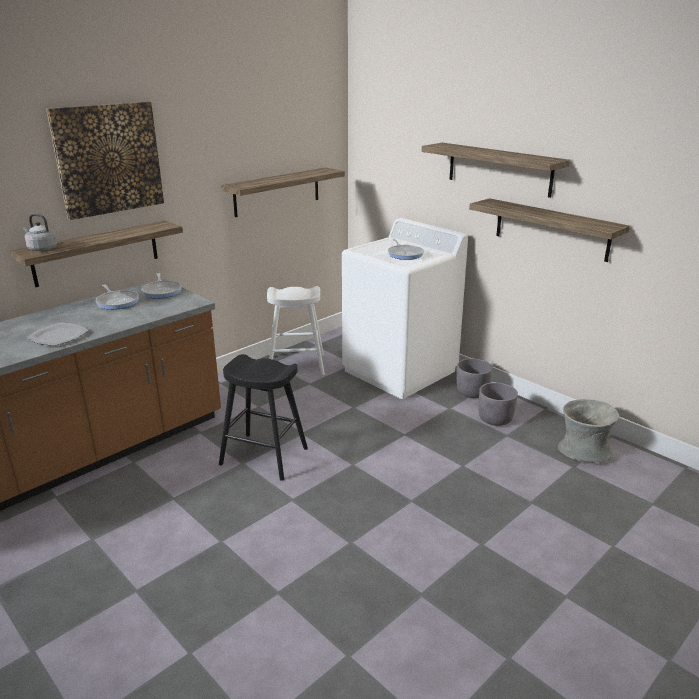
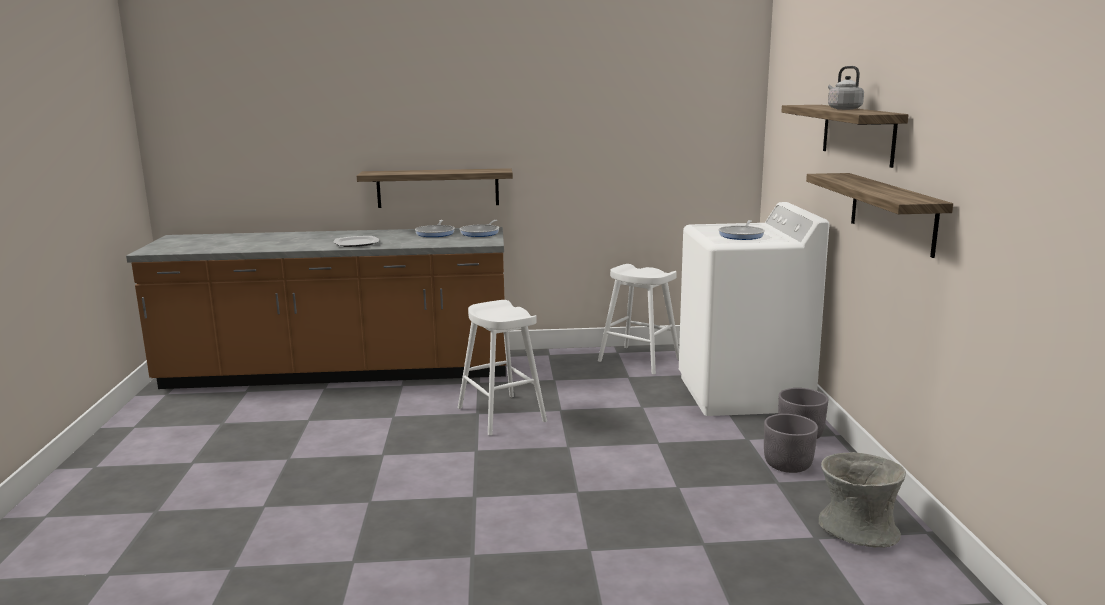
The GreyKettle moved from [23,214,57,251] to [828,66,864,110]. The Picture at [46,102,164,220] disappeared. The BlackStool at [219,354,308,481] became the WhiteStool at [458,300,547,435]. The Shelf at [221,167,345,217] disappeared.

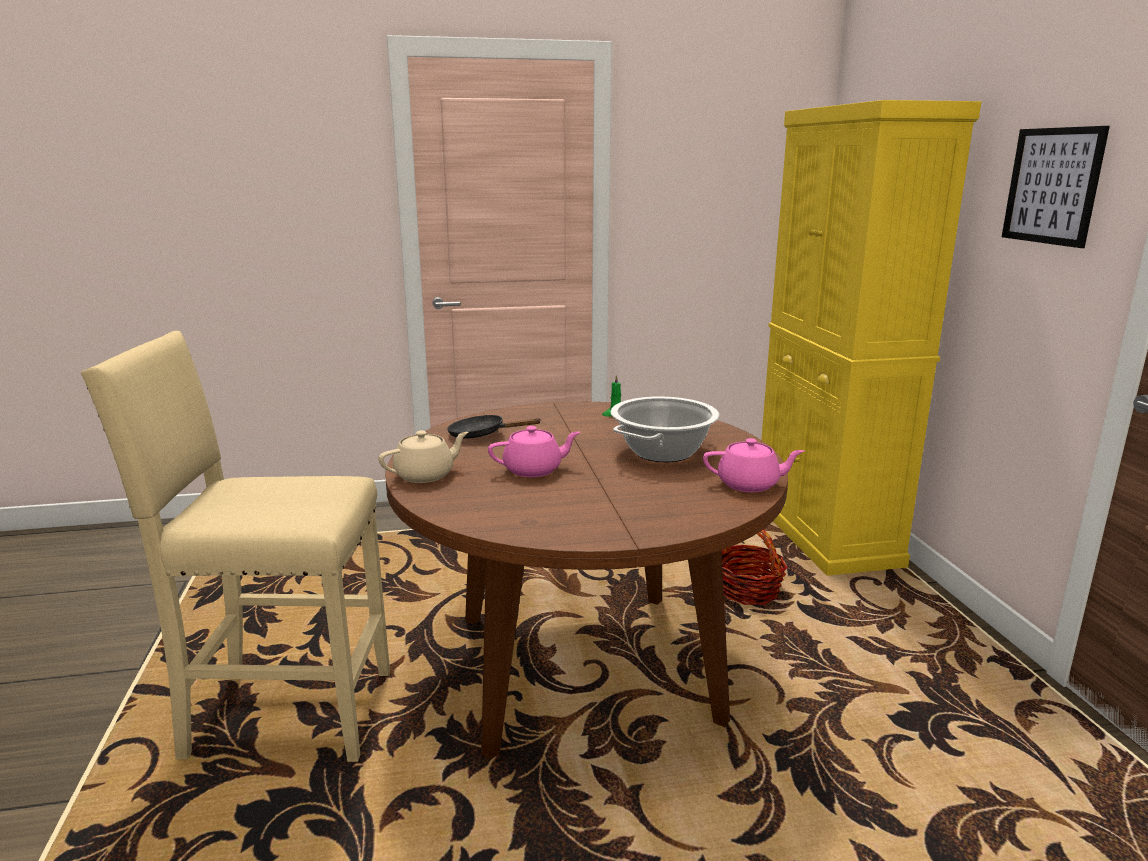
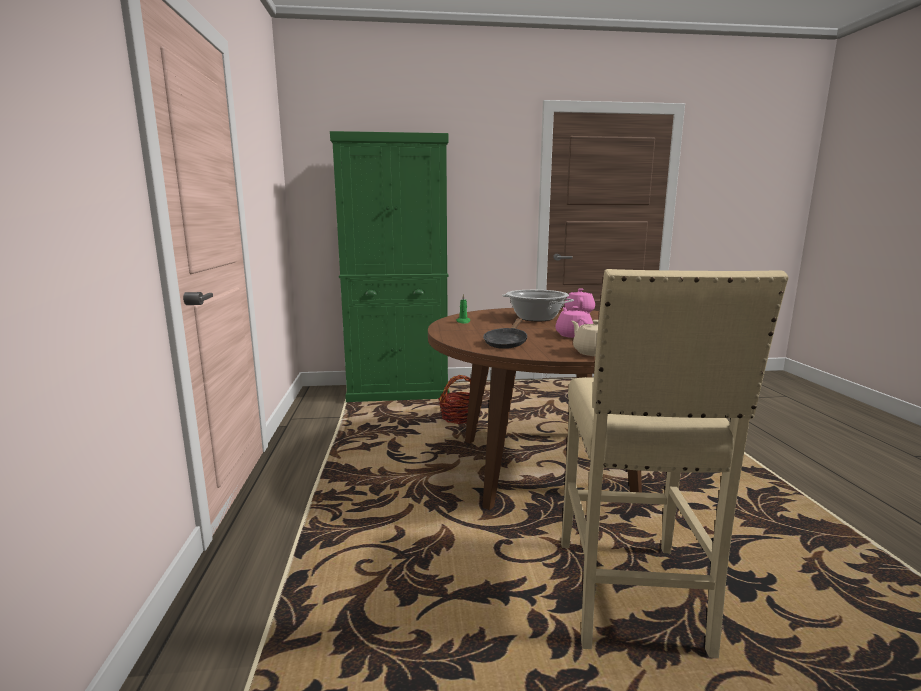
The YellowCabinet at [761,100,981,576] became the GreenCabinet at [330,131,449,402]. The Picture at [1002,126,1110,248] disappeared.

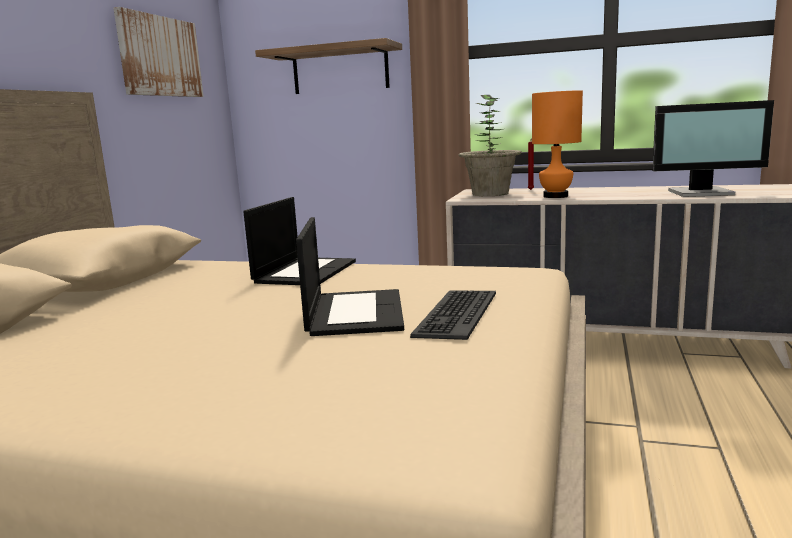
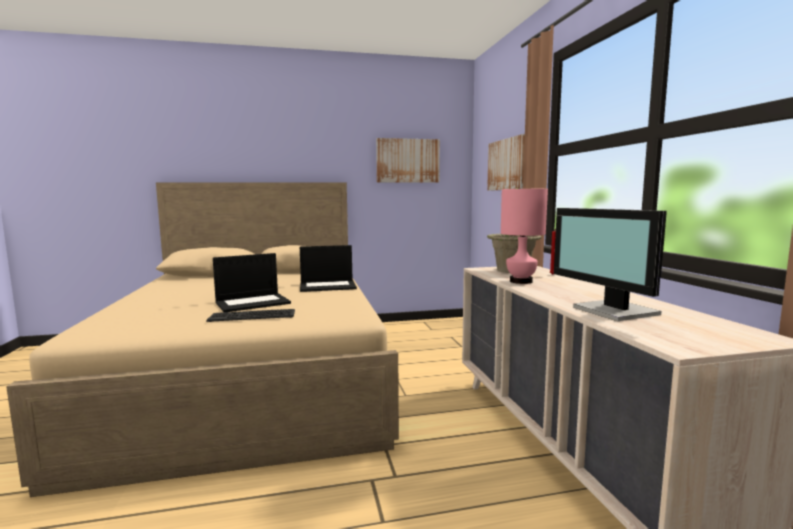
The Shelf at [255,38,402,94] was replaced by the Picture at [487,134,525,191]. The OrangeTableLamp at [532,90,583,198] became the PinkTableLamp at [501,189,548,284].

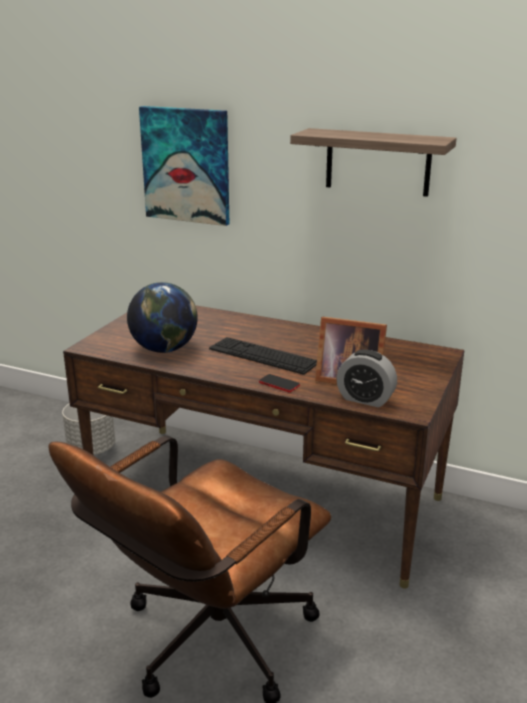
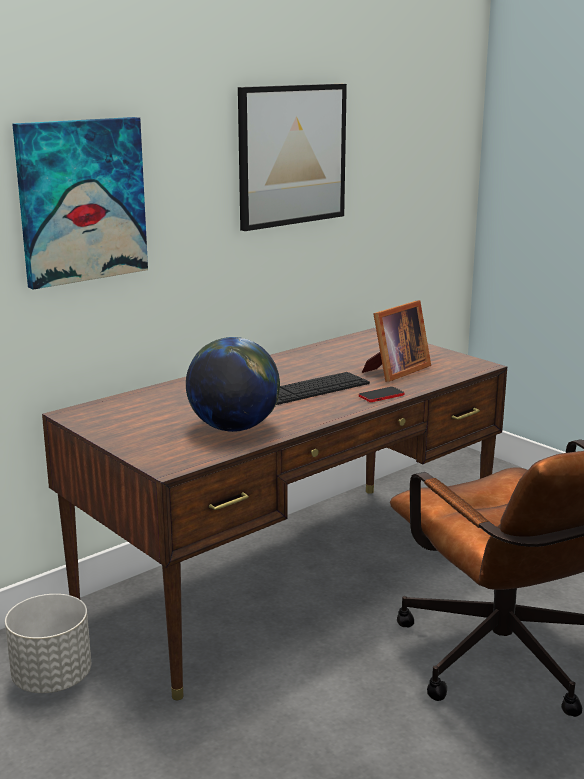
The Shelf at [290,128,457,197] was replaced by the Picture at [238,84,347,231]. The AlarmClock at [336,350,397,407] disappeared.

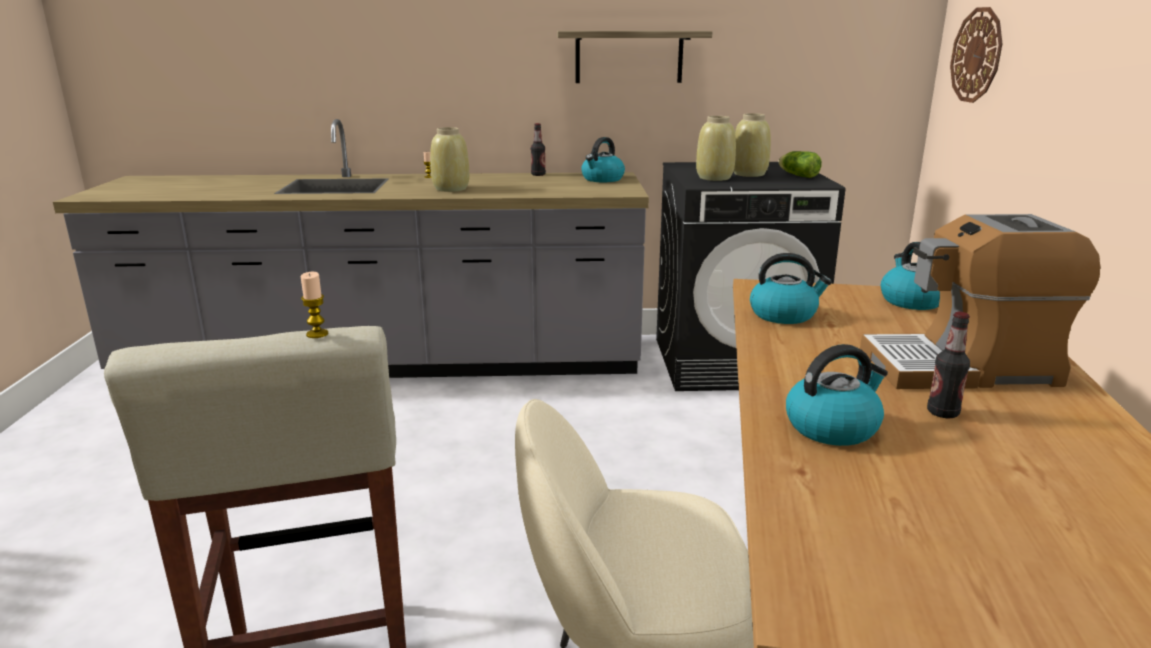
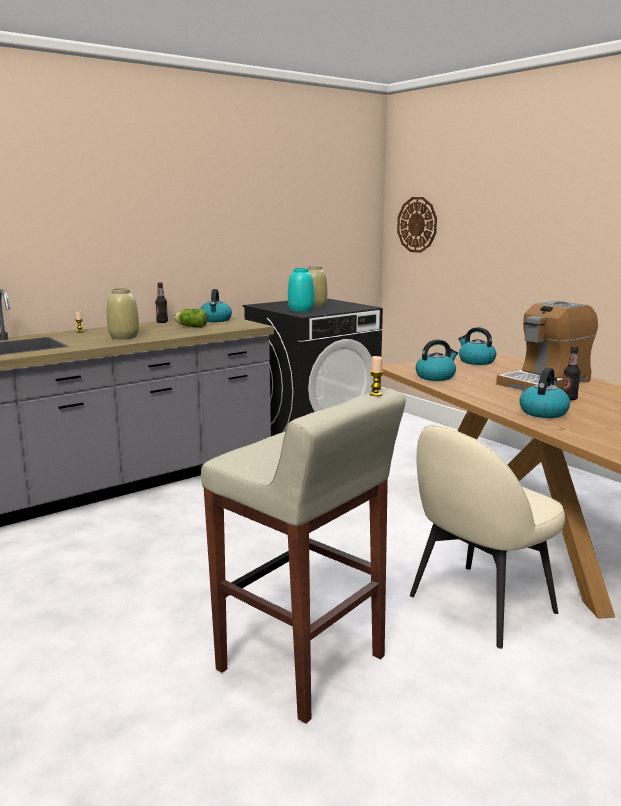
The Shelf at [557,31,712,83] disappeared. The BeigeVase at [696,116,736,181] became the TurquoiseVase at [288,268,314,312]. The Lettuce moved from [778,151,822,178] to [174,309,207,328].

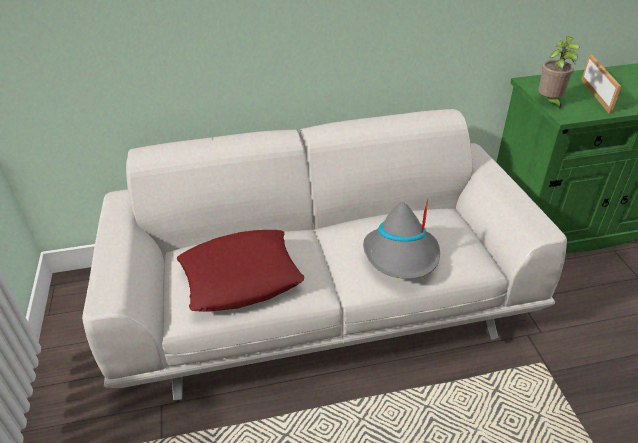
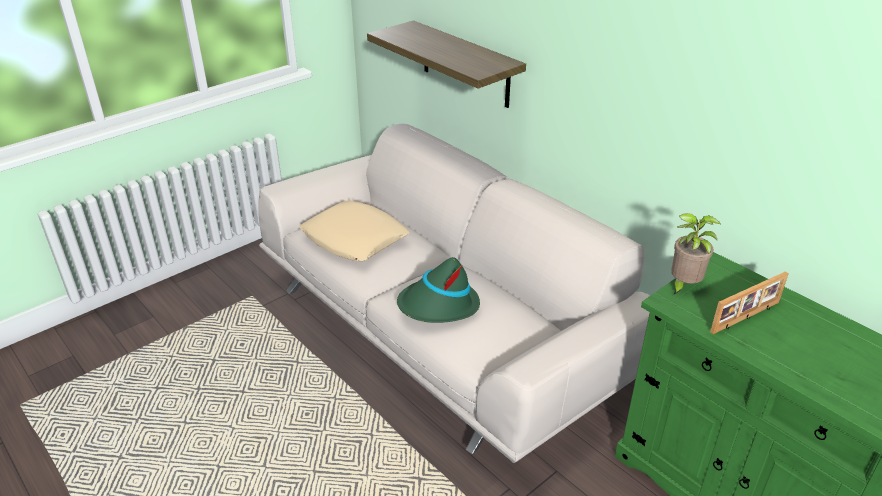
The RedPillow at [177,230,304,312] became the BeigePillow at [299,201,410,261]. The GreyHat at [363,199,440,279] became the GreenHat at [397,257,480,323]. The Shelf at [367,20,526,108] appeared.

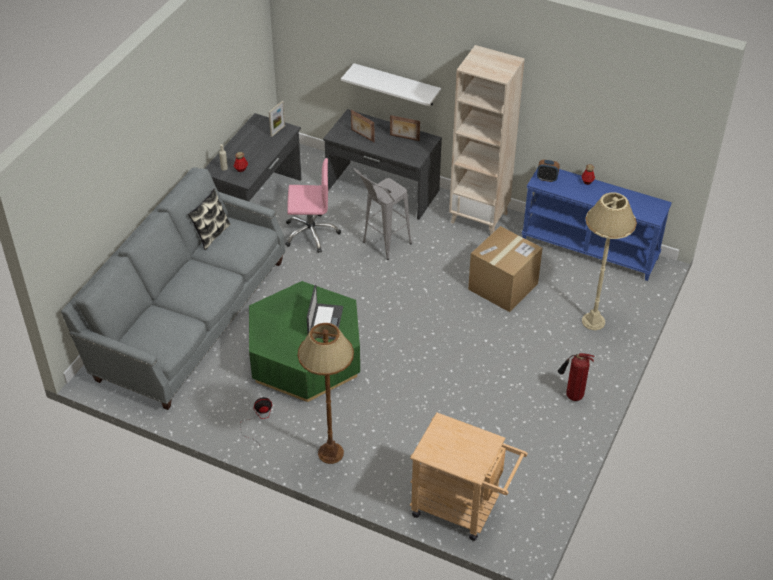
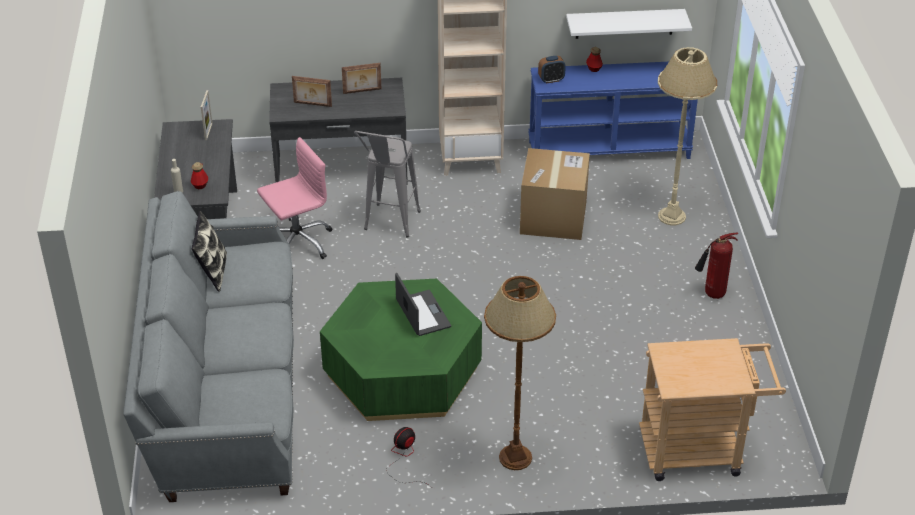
The WhiteShelf moved from [341,63,441,106] to [566,9,692,39].

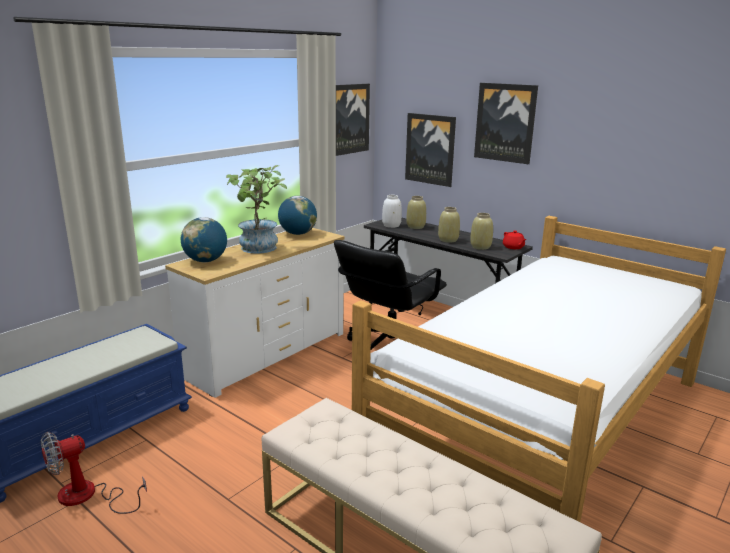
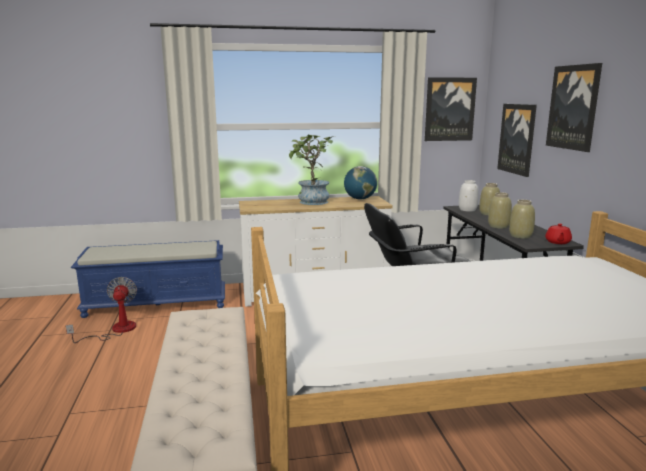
The Fan at [41,432,147,514] turned 75 degrees clockwise. The Globe at [181,217,227,262] disappeared.

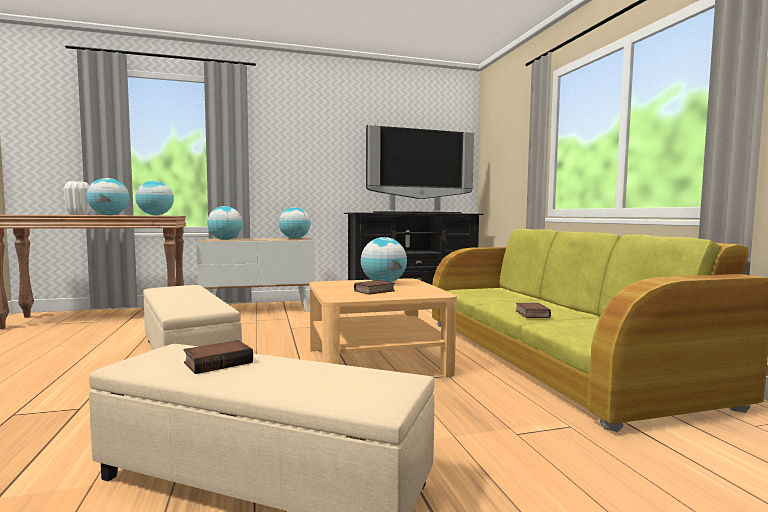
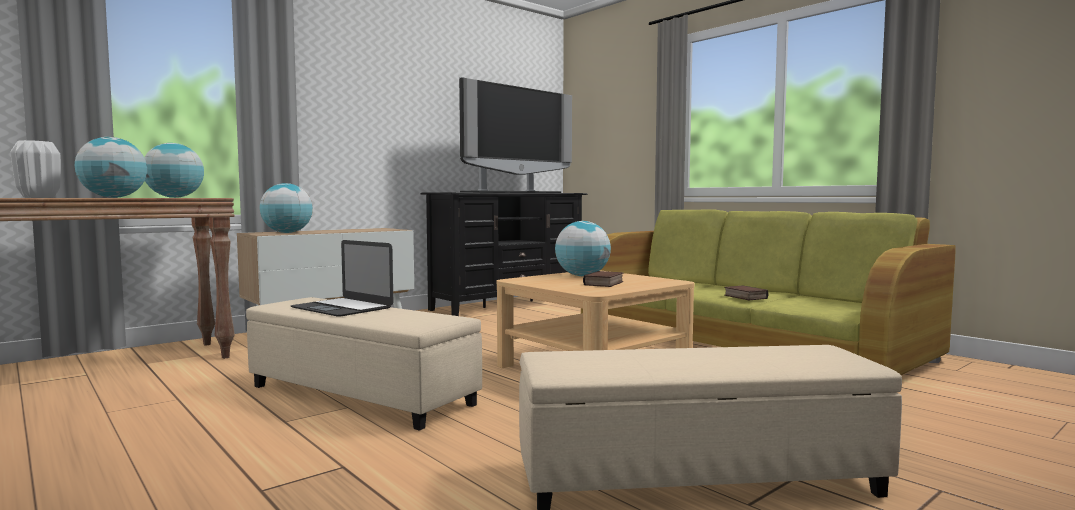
The Book at [184,340,253,374] disappeared. The Globe at [279,207,311,238] disappeared. The Laptop at [291,240,393,317] appeared.

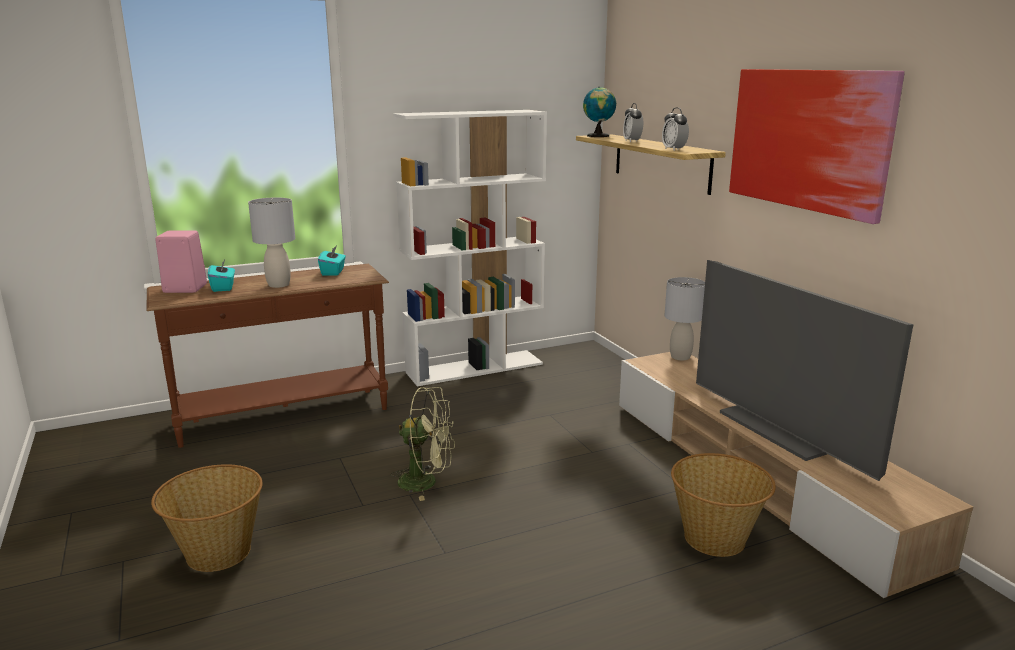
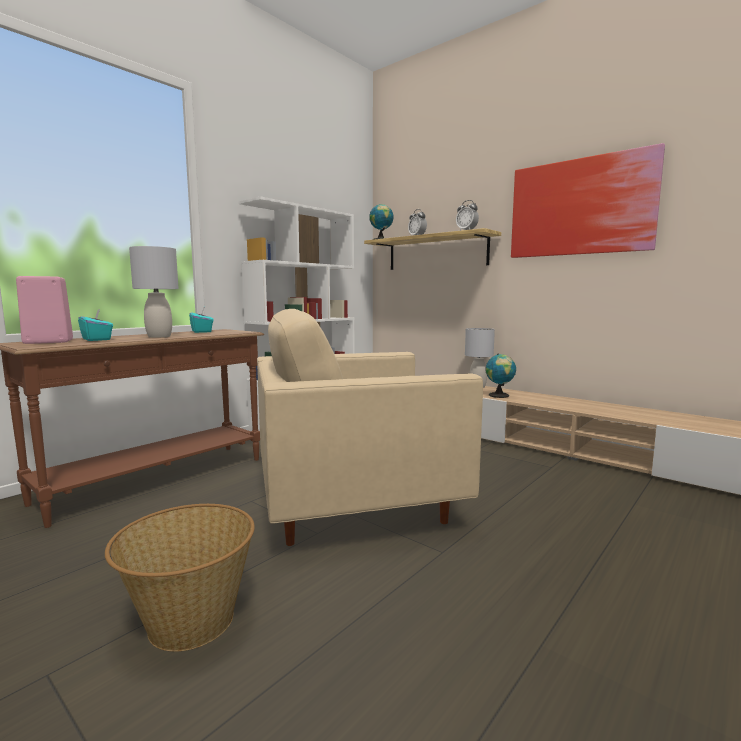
The GreenFan at [390,387,455,501] was replaced by the BeigeArmchair at [257,309,483,546]. The Basket at [671,453,776,557] disappeared. The Television at [696,260,914,481] disappeared. The Globe at [486,353,516,398] appeared.

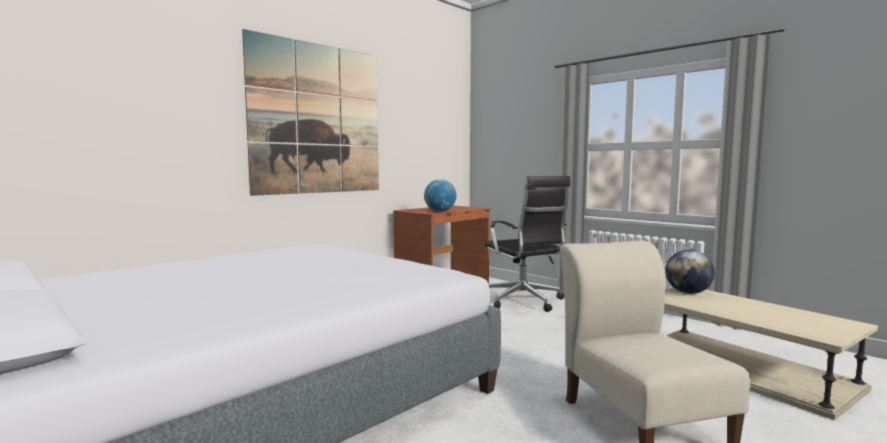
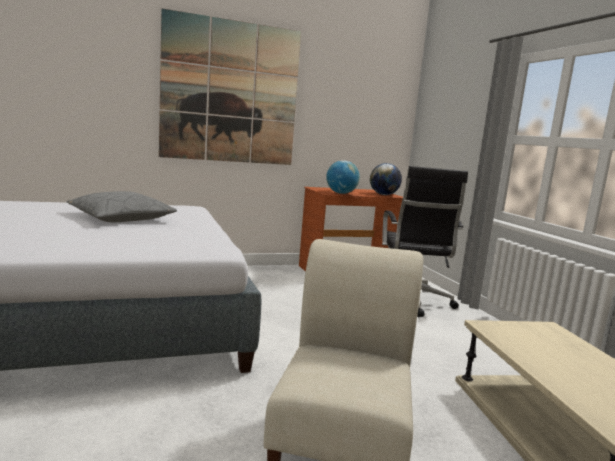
The Globe moved from [665,249,715,294] to [370,163,402,195]. The GreyPillow at [67,191,177,222] appeared.

